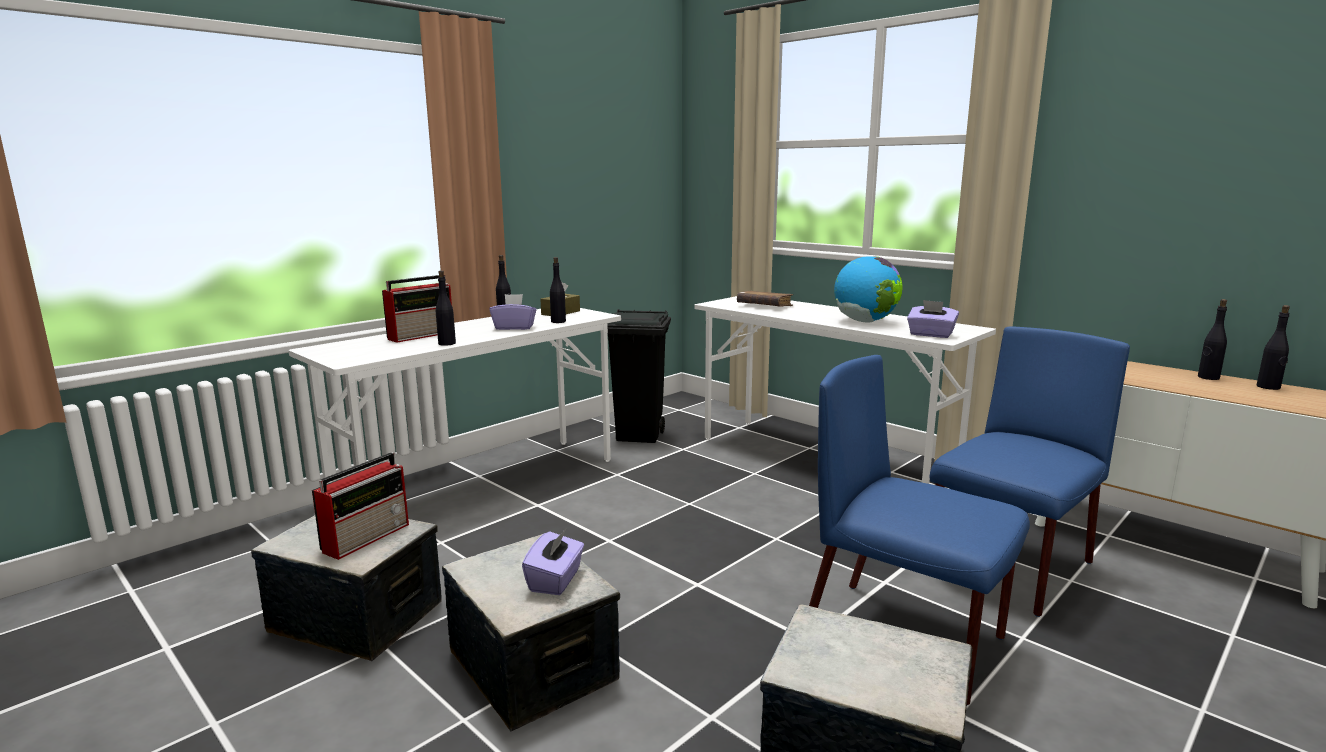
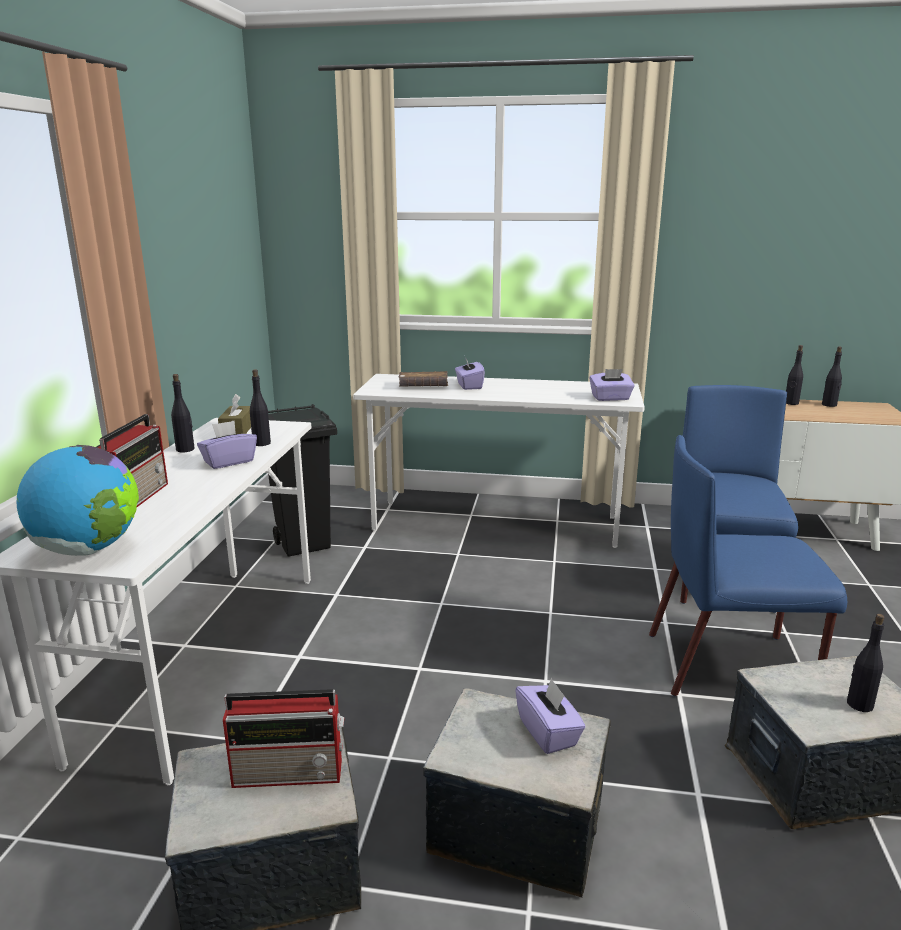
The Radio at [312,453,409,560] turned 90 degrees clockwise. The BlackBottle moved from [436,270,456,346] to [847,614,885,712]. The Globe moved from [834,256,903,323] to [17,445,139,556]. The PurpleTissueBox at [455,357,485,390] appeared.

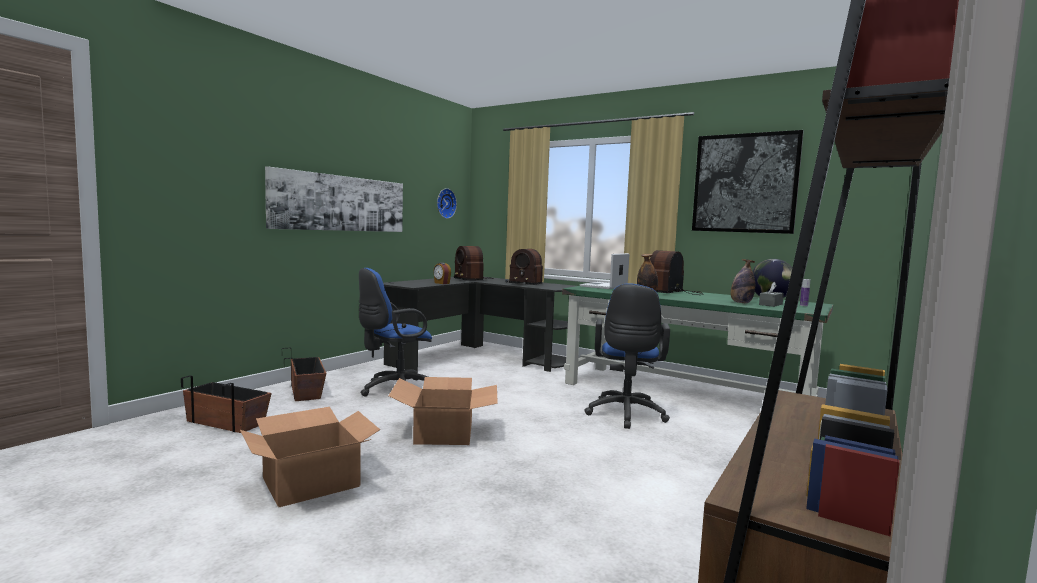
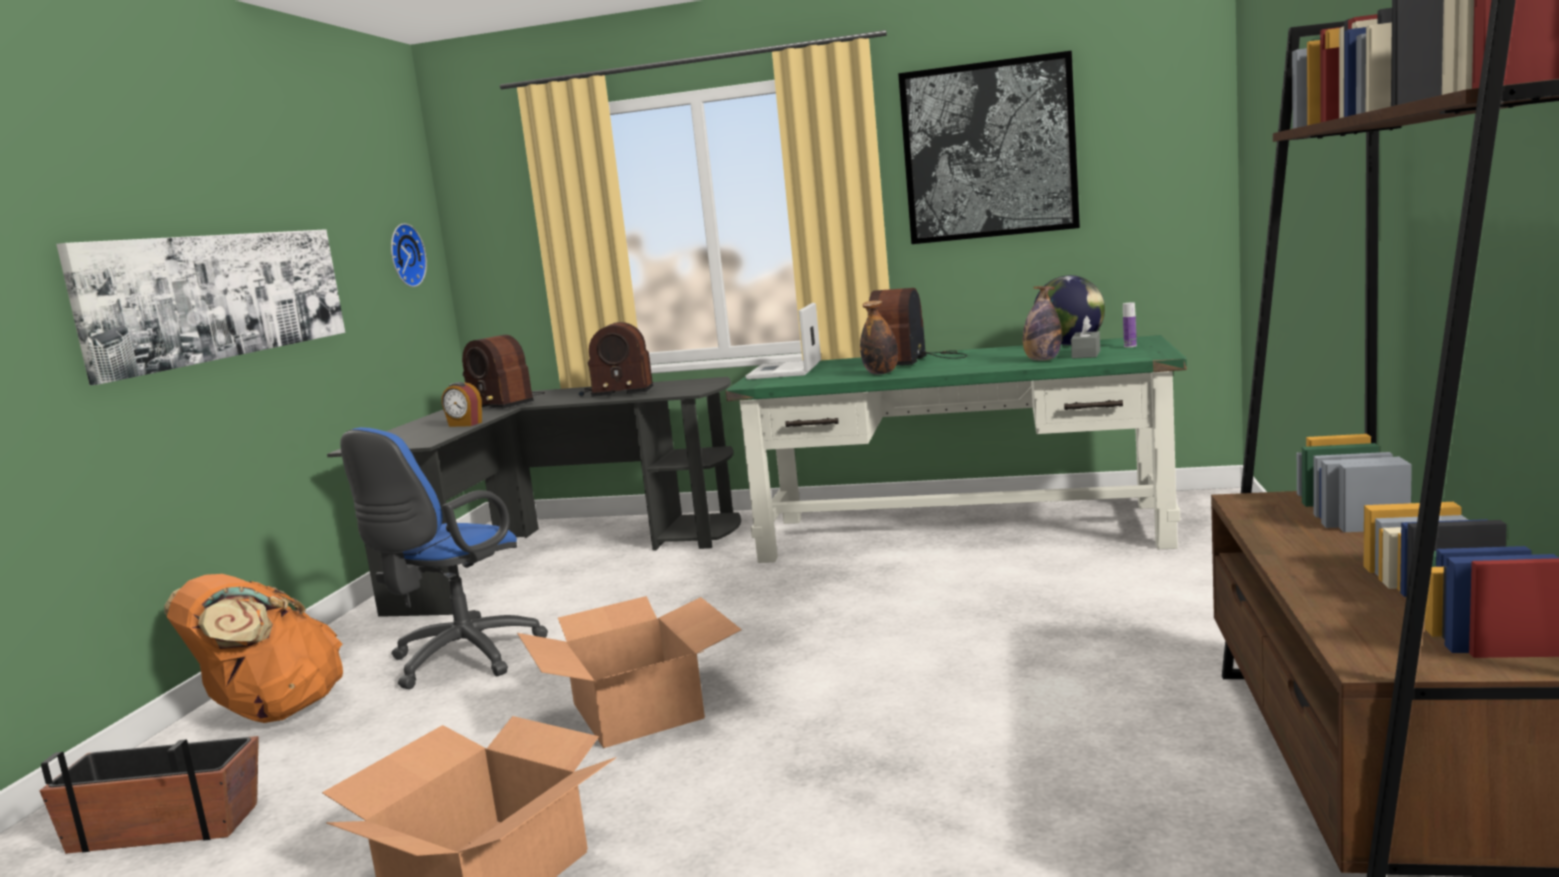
The Planter at [282,348,326,401] was replaced by the OrangeBackpack at [164,574,343,723]. The BlueOfficeChair at [584,283,670,429] disappeared.

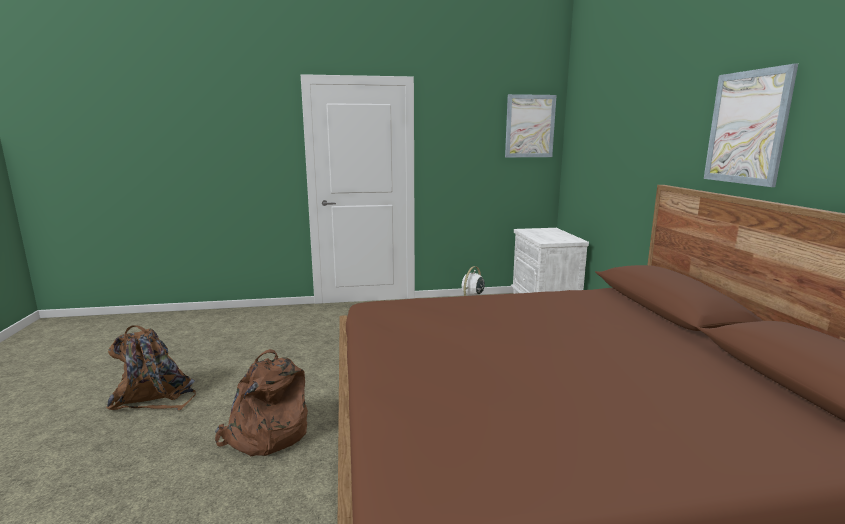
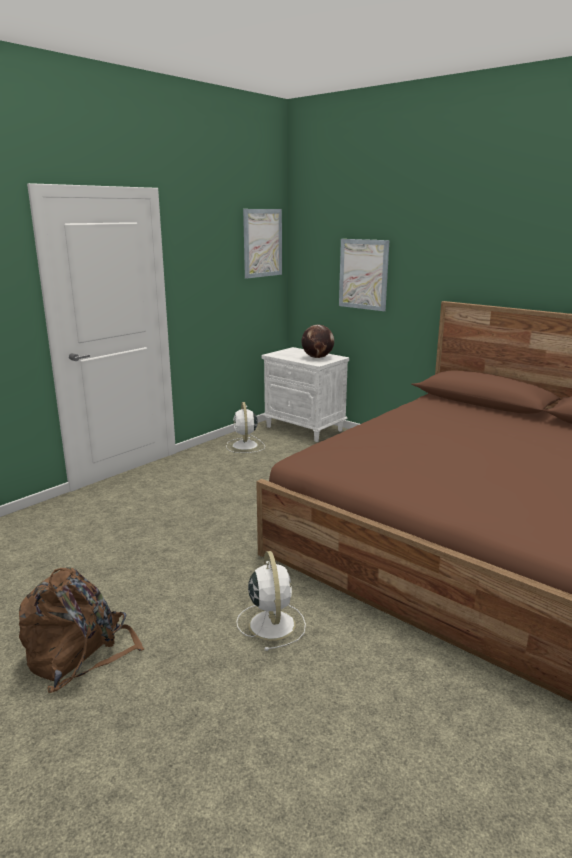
The BrownBackpack at [215,349,308,456] was replaced by the WhiteFan at [236,551,306,651]. The Picture moved from [704,64,798,187] to [339,239,389,311]. The Globe at [302,325,334,358] appeared.

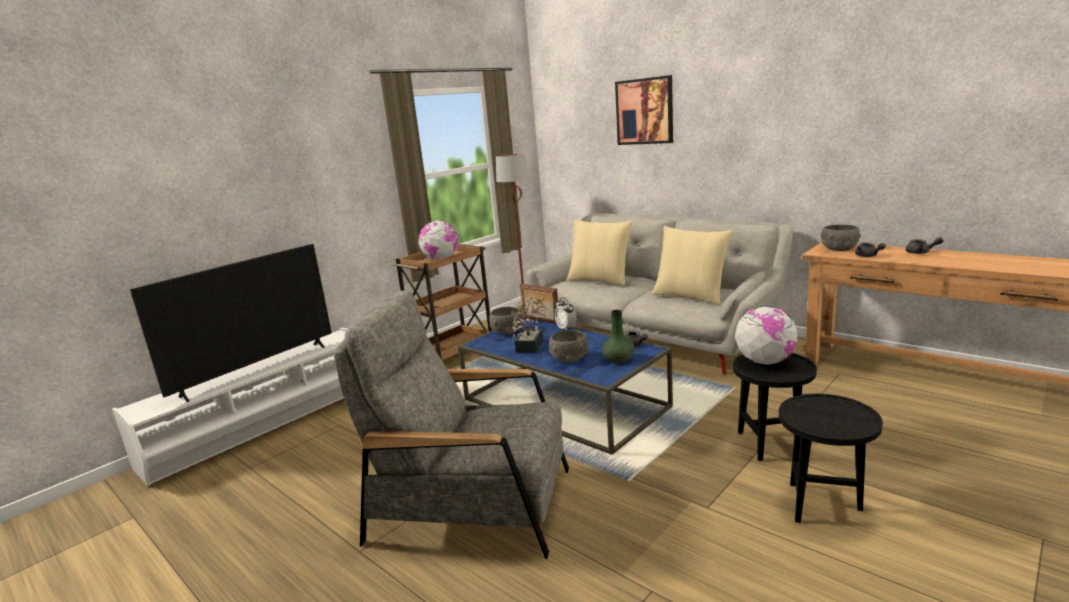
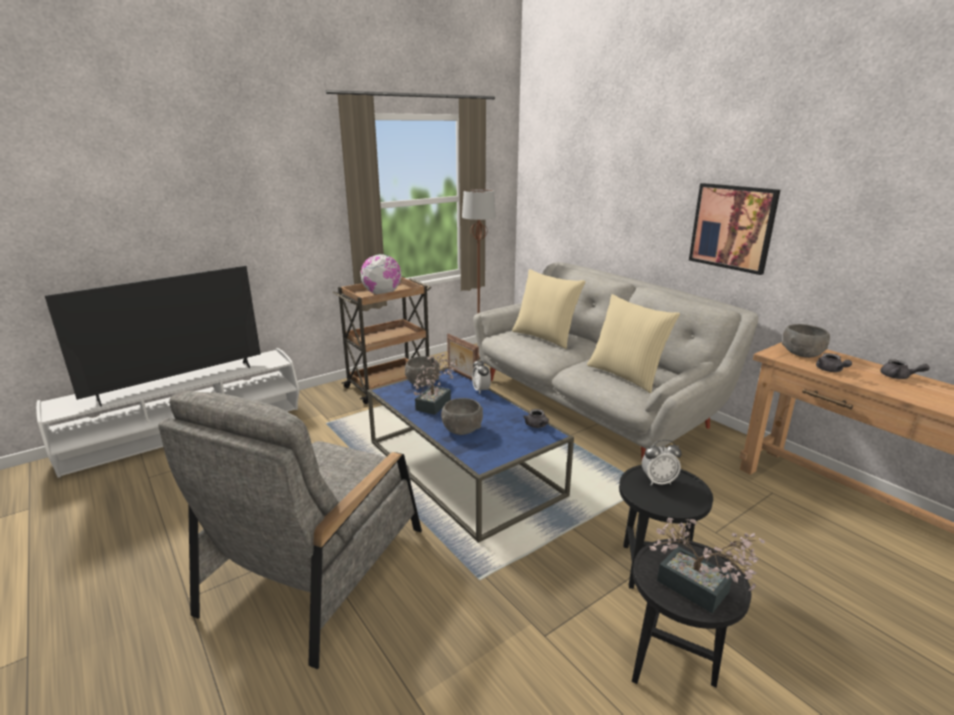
The GreyArmchair at [334,290,569,559] turned 90 degrees counterclockwise. The GreenVase at [602,310,635,364] disappeared. The Picture moved from [615,75,673,145] to [689,183,780,275]. The Globe at [735,306,797,365] was replaced by the AlarmClock at [642,440,682,485]. The PottedPlant at [649,518,765,613] appeared.

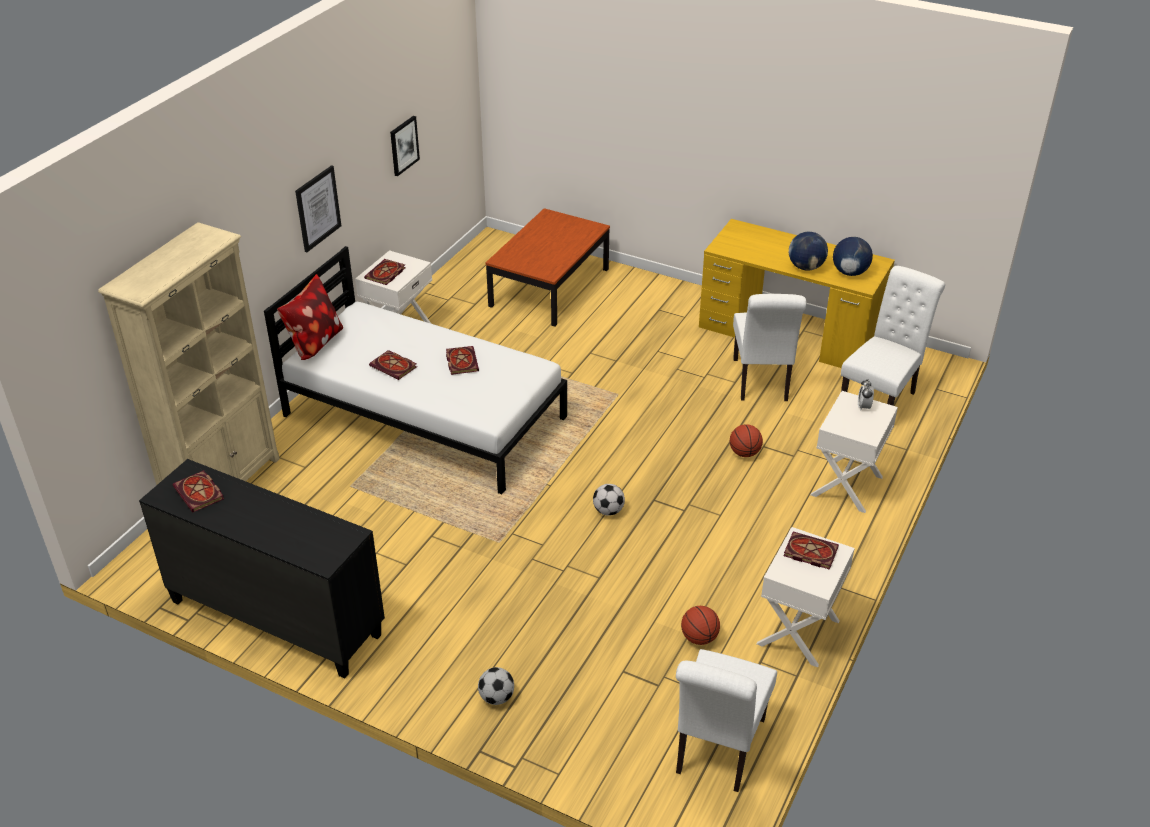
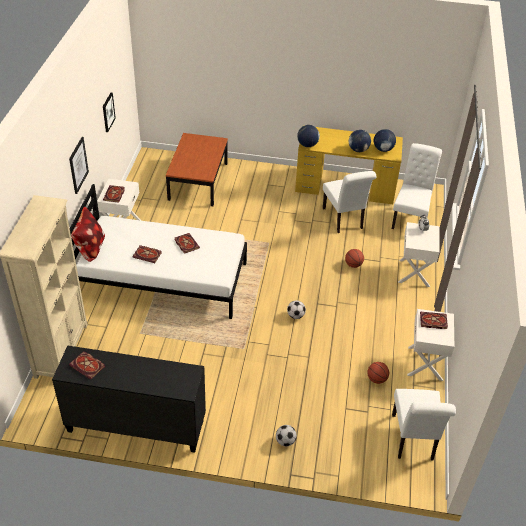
The Globe at [297,125,320,147] appeared.

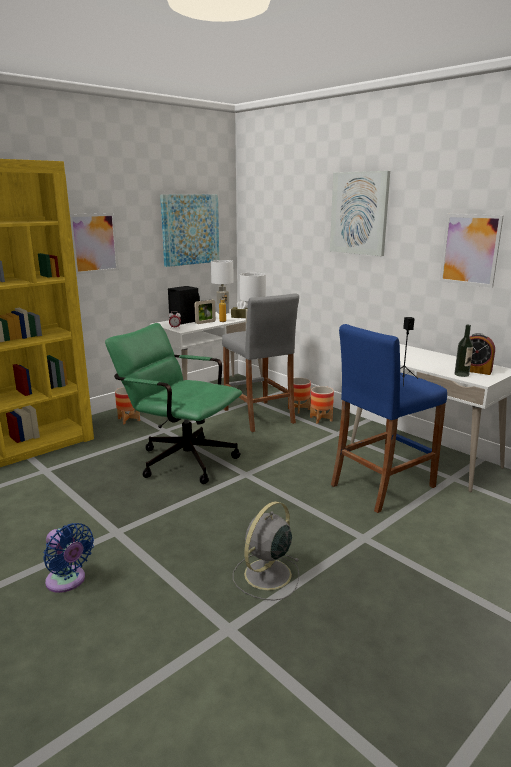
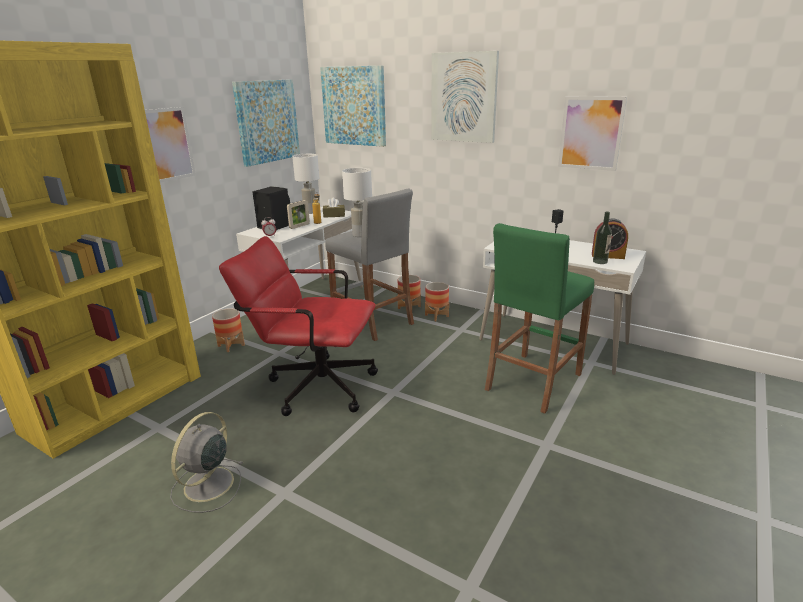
The BlueFan at [43,523,94,593] disappeared. The GreenOfficeChair at [105,323,242,484] became the RedOfficeChair at [219,236,378,416]. The GreyFan moved from [233,501,299,601] to [170,412,243,513]. The BlueStool at [331,324,447,513] became the GreenStool at [485,223,594,414]. The Picture at [320,66,386,147] appeared.

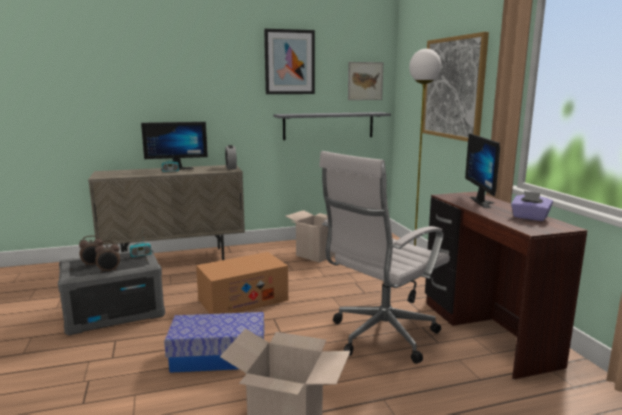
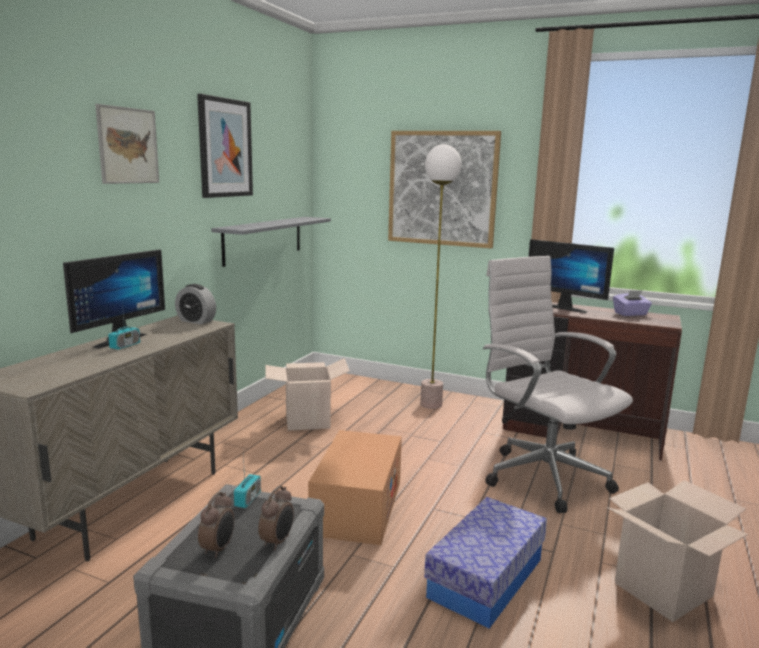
The WhiteOfficeChair at [319,151,450,364] turned 150 degrees clockwise. The Picture moved from [348,62,383,100] to [95,104,159,184].

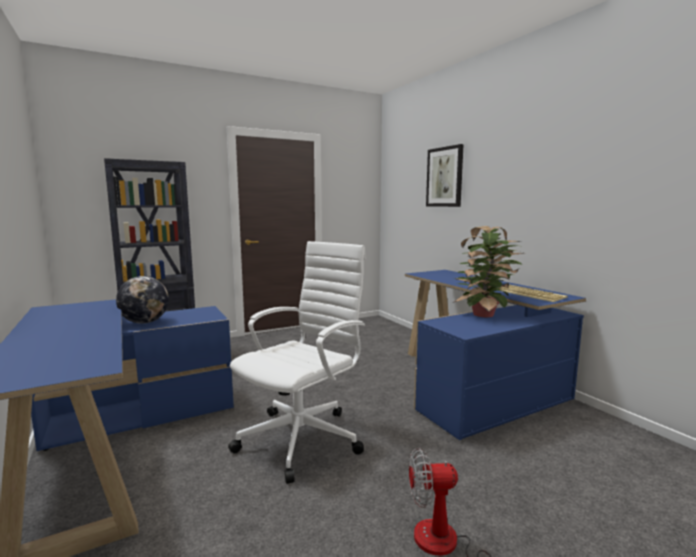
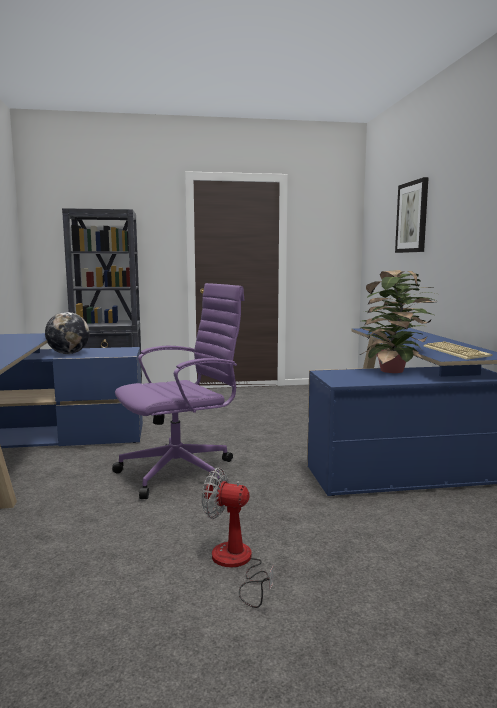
The WhiteOfficeChair at [228,241,366,484] became the PurpleOfficeChair at [112,283,245,499].

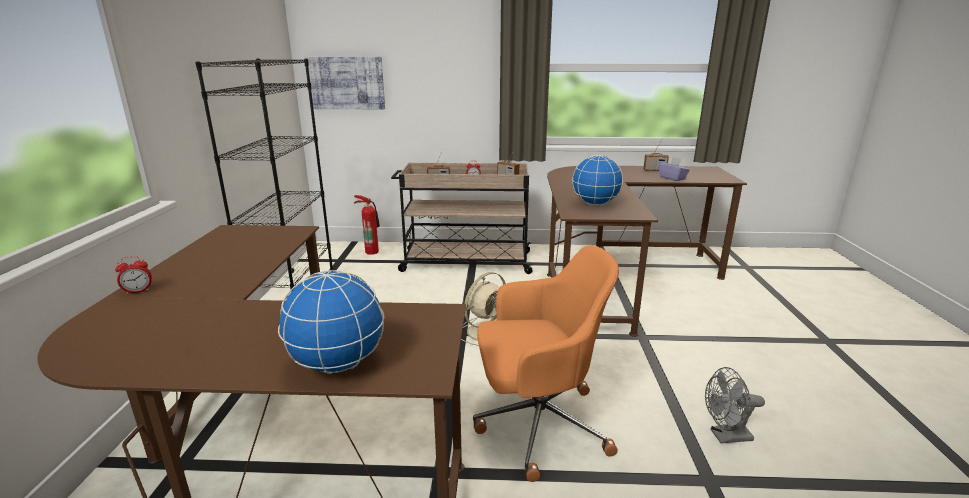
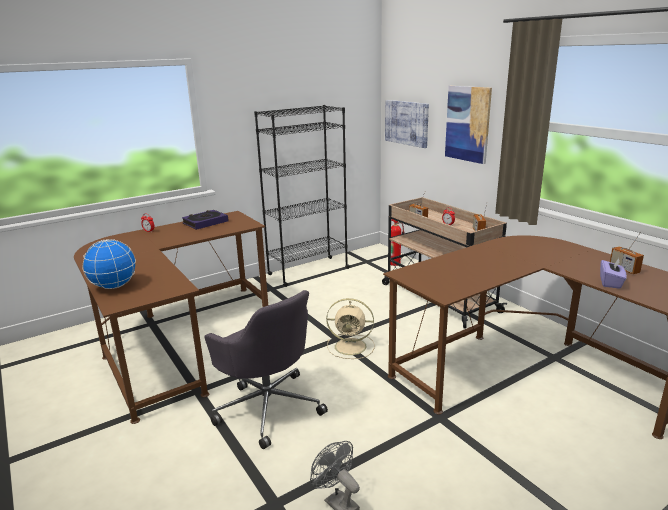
The OrangeOfficeChair at [473,245,619,482] became the GreyOfficeChair at [204,290,328,449]. The Globe at [572,155,623,205] disappeared. The Book at [182,210,228,230] appeared. The Picture at [445,86,492,164] appeared.

